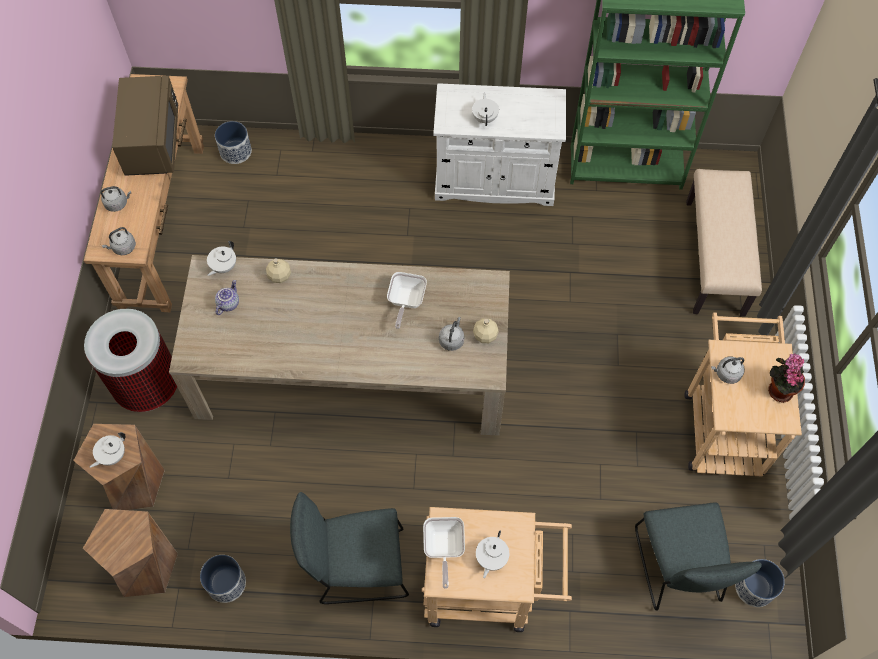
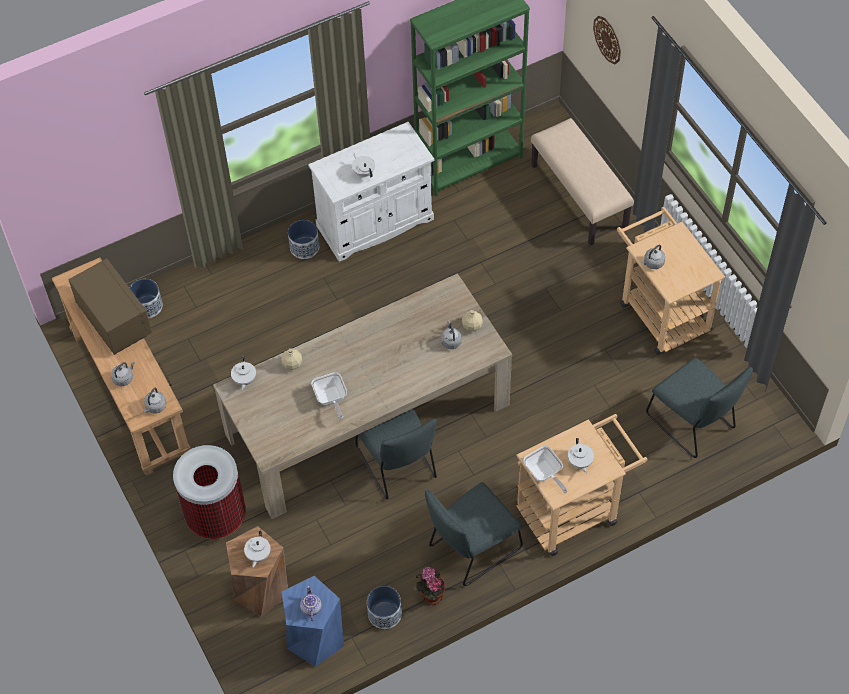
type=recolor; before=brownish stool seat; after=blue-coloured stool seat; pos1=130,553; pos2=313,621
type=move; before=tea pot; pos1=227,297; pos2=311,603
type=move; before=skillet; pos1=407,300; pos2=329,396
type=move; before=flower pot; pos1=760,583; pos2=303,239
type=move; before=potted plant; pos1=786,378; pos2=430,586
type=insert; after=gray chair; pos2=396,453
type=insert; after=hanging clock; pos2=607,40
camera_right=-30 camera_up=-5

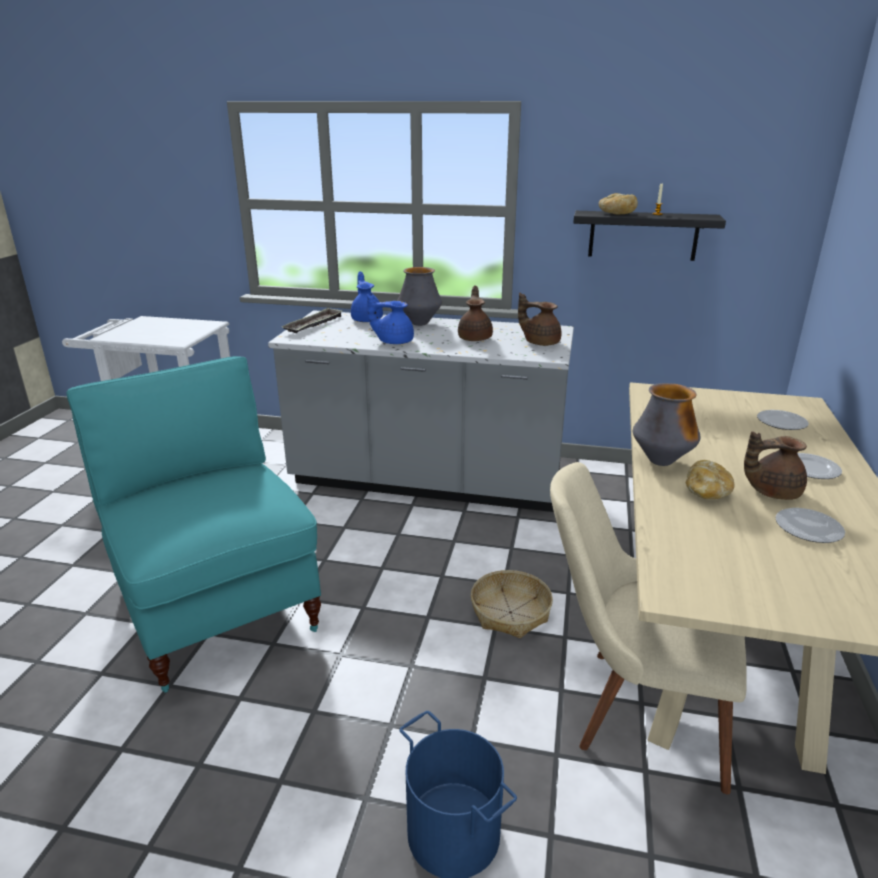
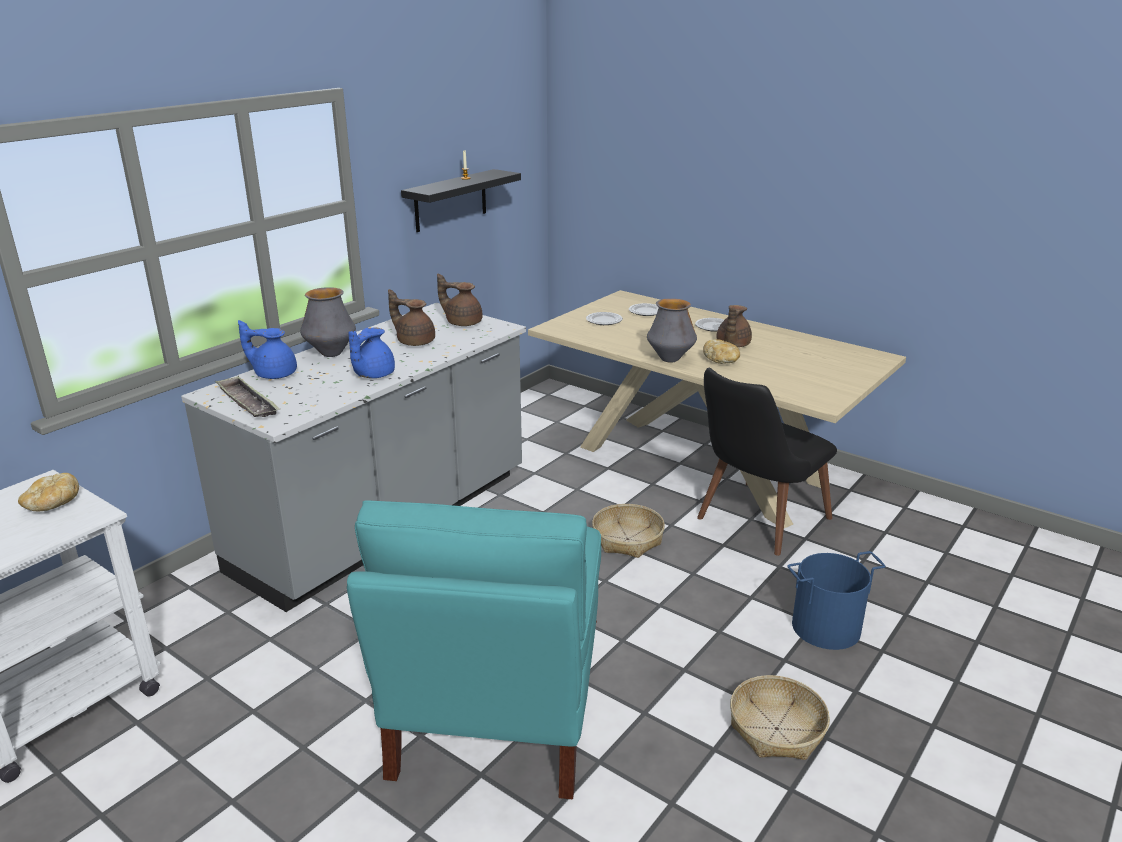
type=rotate; before=blue-green chair; pos1=194,524; pos2=474,649; turn=-75
type=rotate; before=brownish tea pot; pos1=540,319; pos2=460,299; turn=60
type=recolor; before=beige-coloured chair; after=blackish chair; pos1=648,628; pos2=767,462
type=move; before=baked bread; pos1=618,204; pos2=48,492
type=move; before=flat dish; pos1=810,525; pos2=604,318
type=insert; after=basket; pos2=780,717
camera_right=-65 camera_up=0

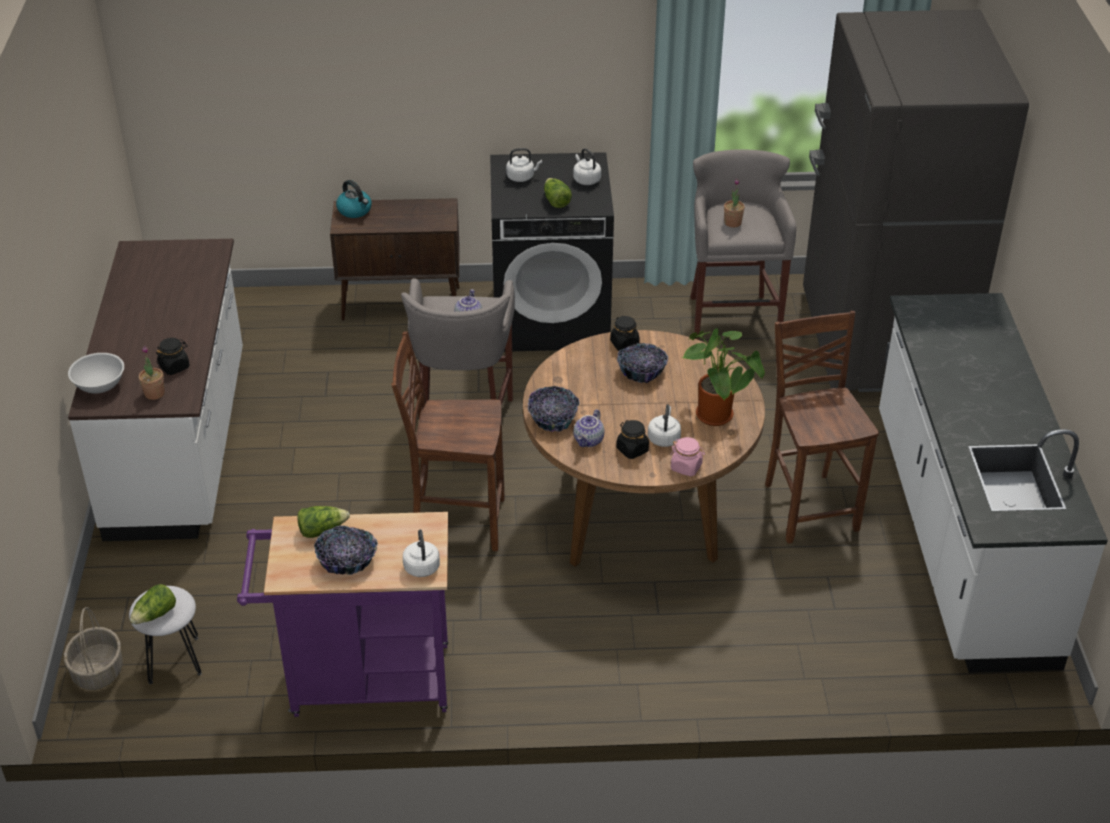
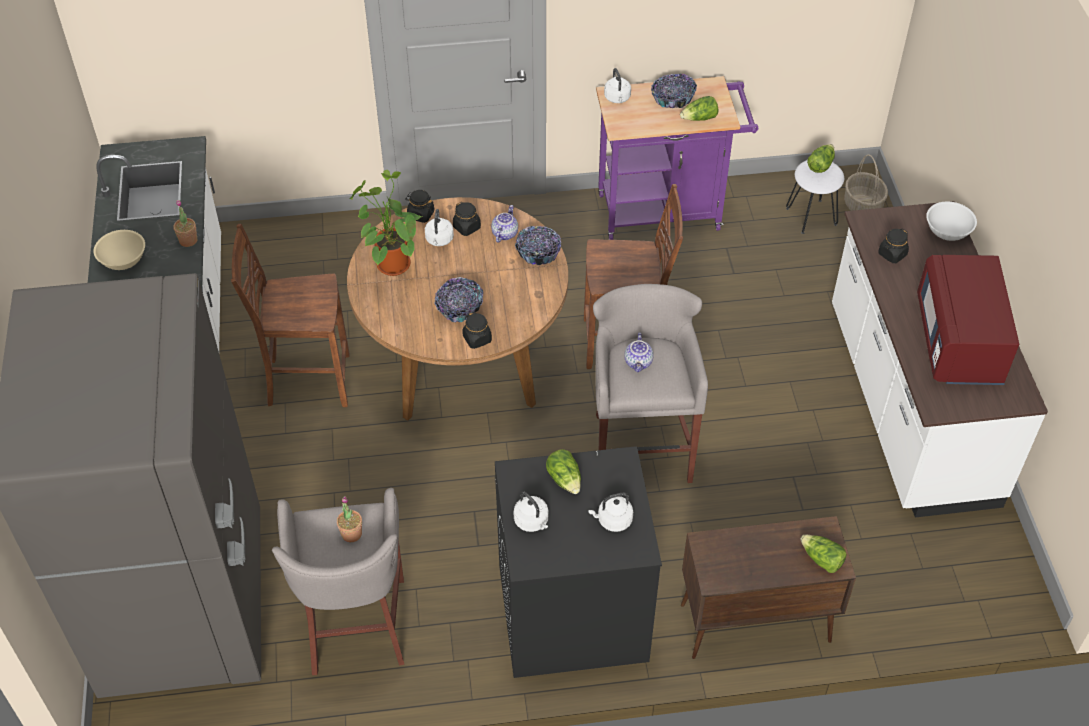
type=move; before=potted plant; pos1=152,373; pos2=185,223
type=replace; before=tea kettle; after=lettuce head; pos1=354,199; pos2=823,554
type=recolor; before=pink storage jar; after=blackish storage jar; pos1=687,456; pos2=420,206
type=rotate; before=brownish chair; pos1=822,427; pos2=290,315; turn=105
type=insert; after=beige-coloured bowl; pos2=119,250
type=insert; after=red microwave; pos2=968,320
camera_right=175 camera_up=10

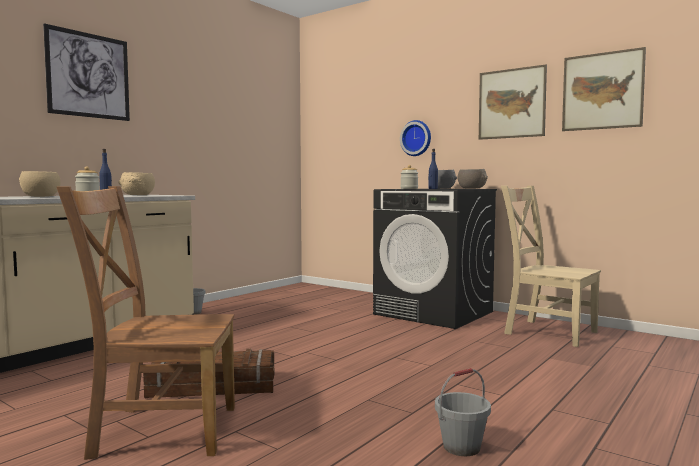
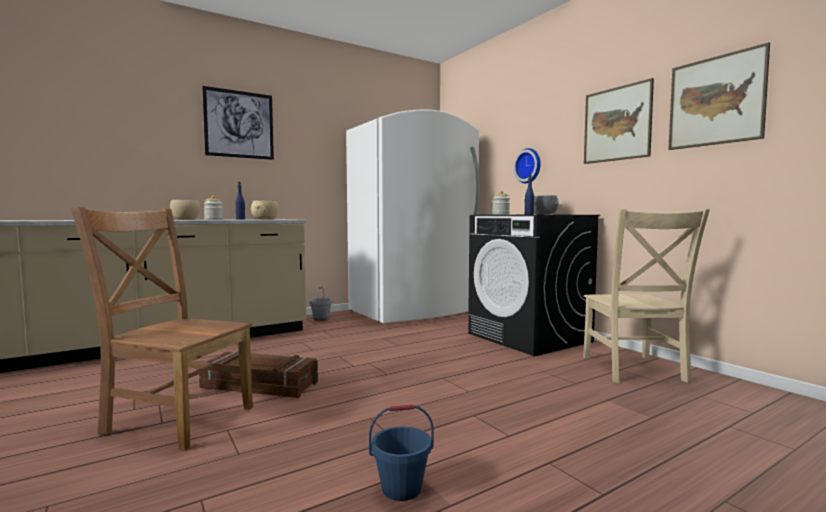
type=recolor; before=gray bucket; after=blue-coloured bucket; pos1=463,412; pos2=401,452
type=delete; before=gray bowl; pos1=473,179
type=rotate; before=beige-coloured chair; pos1=551,266; pos2=646,296; turn=-150
type=insert; after=white refrigerator; pos2=413,216
camera_right=20 camera_up=0

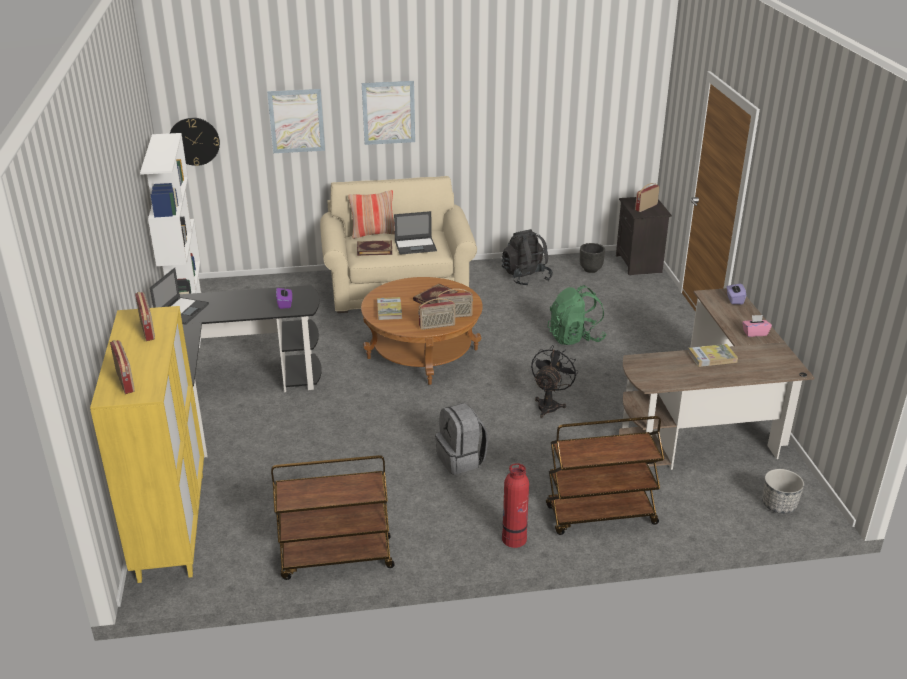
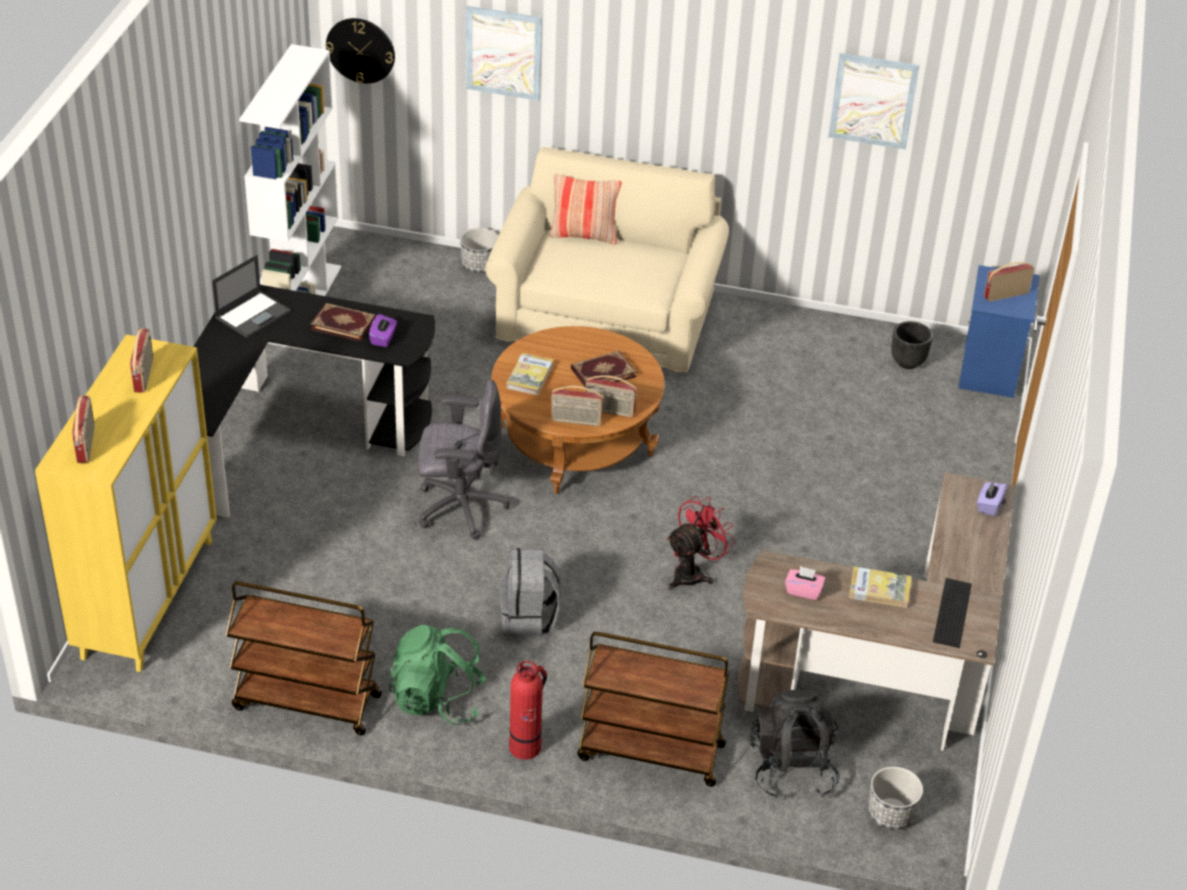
type=move; before=book; pos1=374,248; pos2=343,322
type=move; before=wall picture; pos1=388,113; pos2=874,101
type=delete; before=notebook computer; pos1=415,233
type=move; before=blackish knapsack; pos1=527,257; pos2=795,744
type=recolor; before=blackish cooling fan; after=red cooling fan; pos1=555,381; pos2=701,543
type=move; before=green-coloured knapsack; pos1=576,315; pos2=438,675
type=recolor; before=blackish nightstand; after=blue-coloured nightstand; pos1=644,236; pos2=999,331
type=move; before=pink tissue box; pos1=757,326; pos2=805,583
type=insert; after=gray office chair; pos2=464,459
type=insert; after=flower pot; pos2=479,250
type=insert; after=computer keyboard; pos2=952,613
camera_right=20 camera_up=10

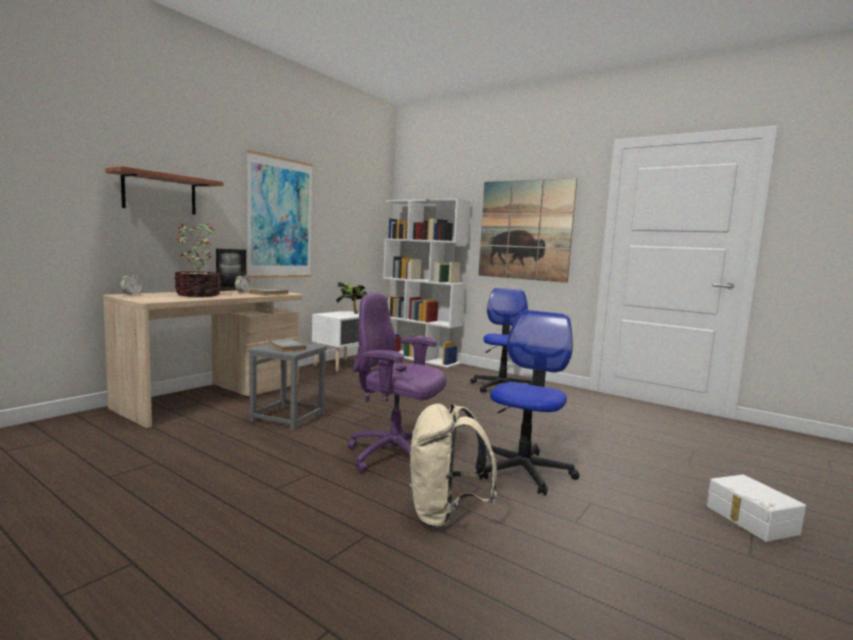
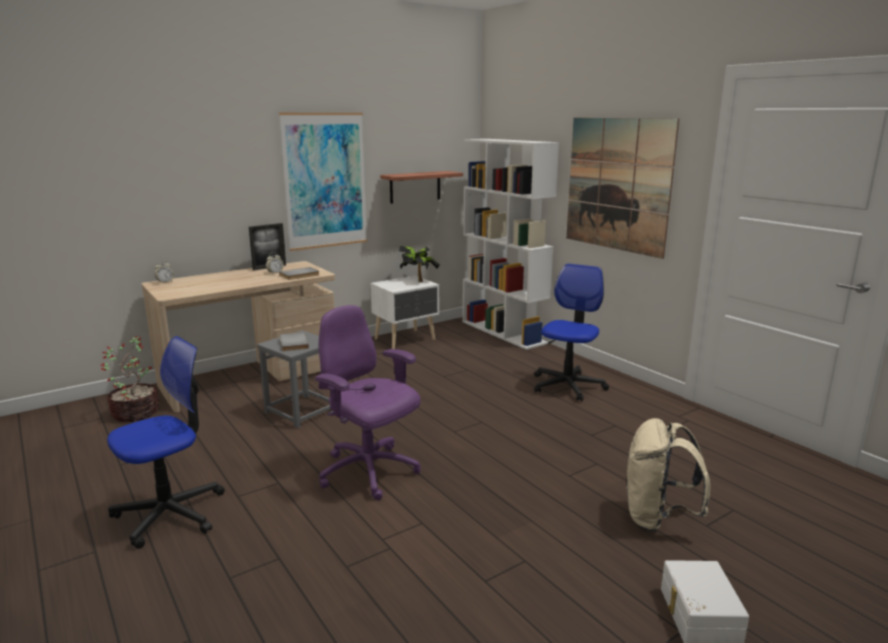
type=move; before=wall shelf; pos1=164,190; pos2=421,187
type=move; before=potted plant; pos1=198,260; pos2=129,379
type=move; before=beige-coloured knapsack; pos1=453,466; pos2=668,475
type=move; before=office chair; pos1=529,403; pos2=166,442
camera_right=20 camera_up=10

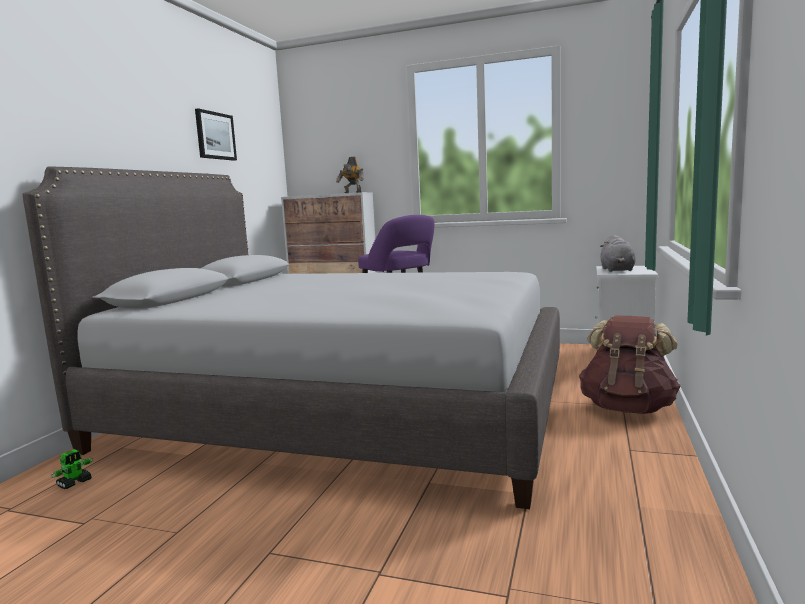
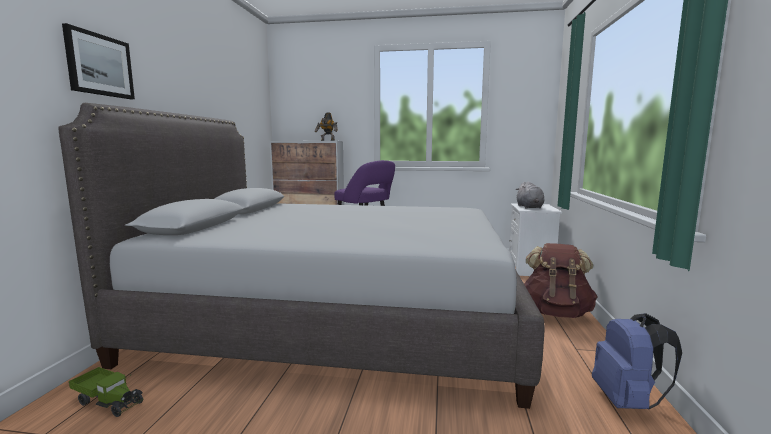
type=replace; before=toy robot; after=toy truck; pos1=72,469; pos2=106,392
type=move; before=wall picture; pos1=216,134; pos2=98,61
type=insert; after=blue-coloured knapsack; pos2=637,361
camera_right=-10 camera_up=0

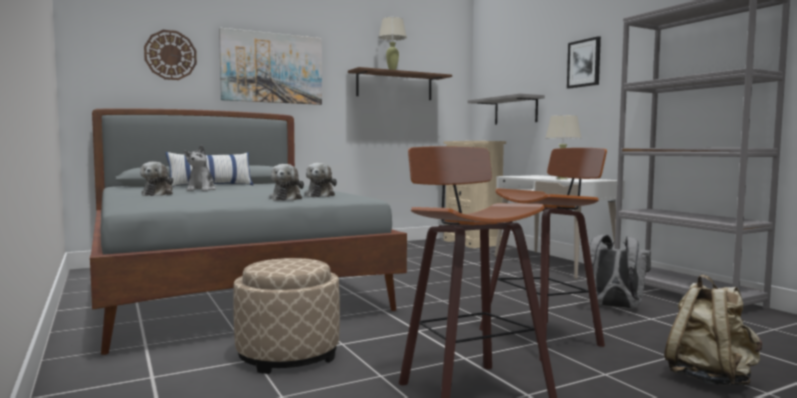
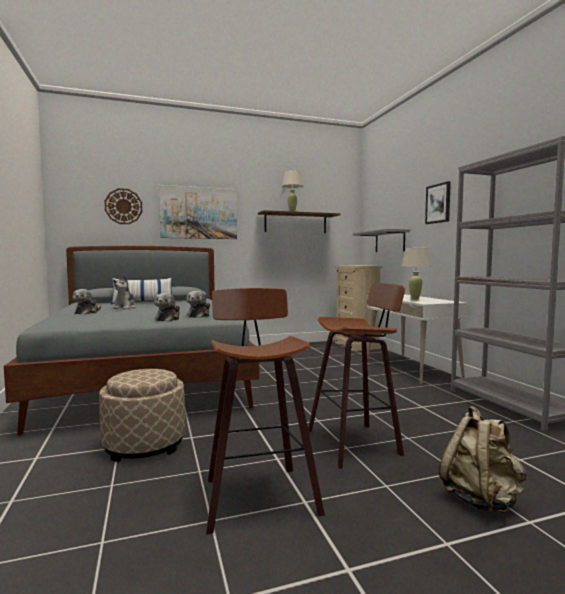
type=delete; before=gray knapsack; pos1=620,272
camera_right=10 camera_up=0

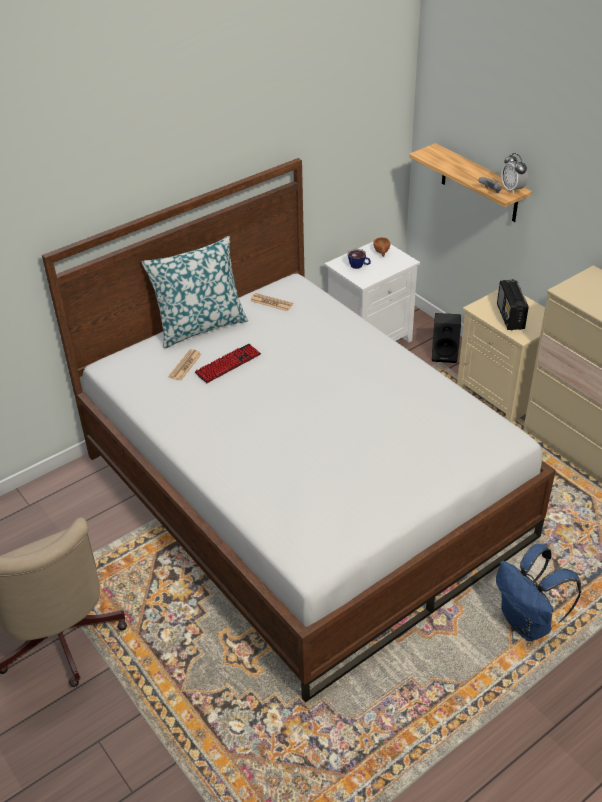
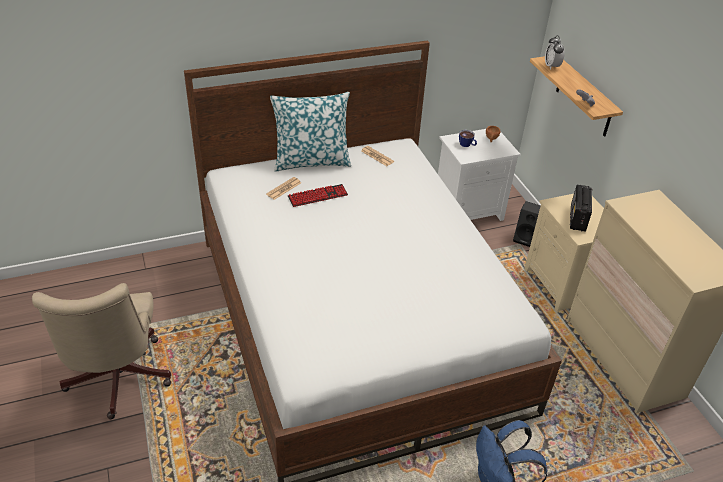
type=move; before=alarm clock; pos1=514,173; pos2=555,52
camera_right=15 camera_up=0

